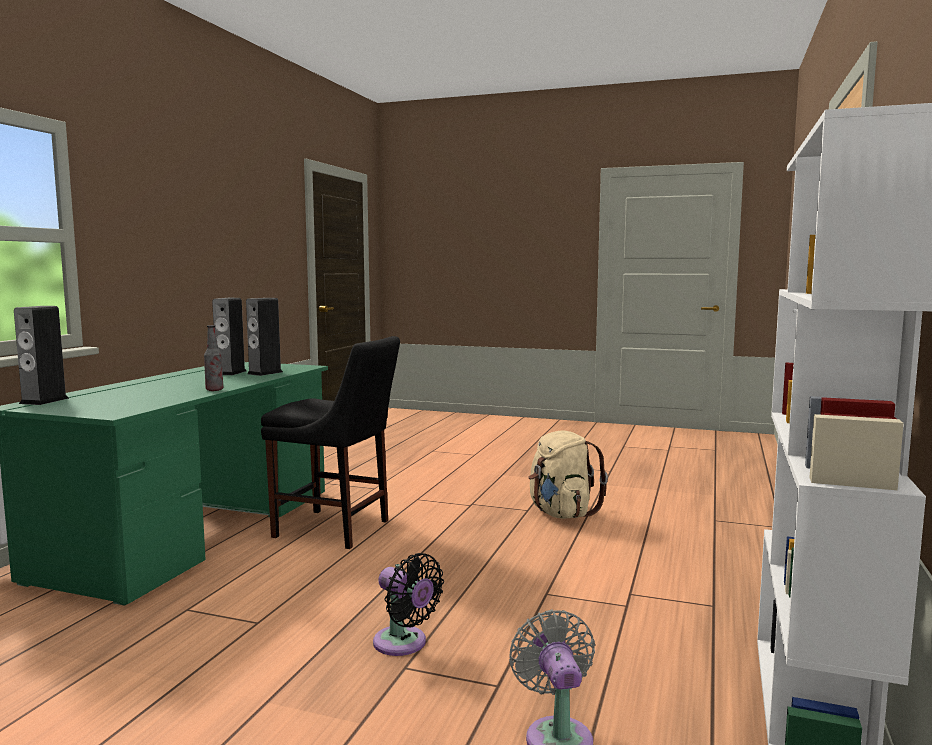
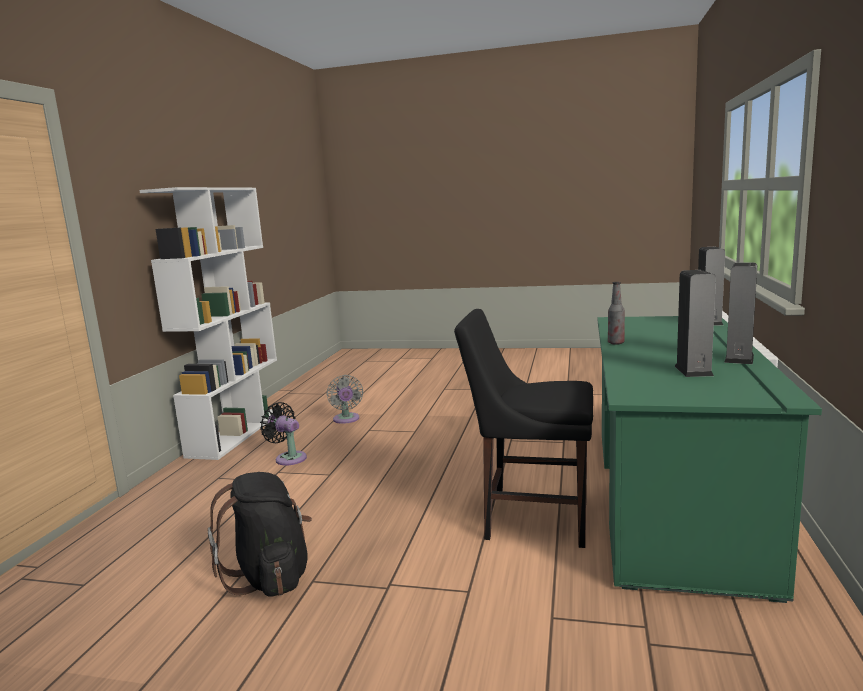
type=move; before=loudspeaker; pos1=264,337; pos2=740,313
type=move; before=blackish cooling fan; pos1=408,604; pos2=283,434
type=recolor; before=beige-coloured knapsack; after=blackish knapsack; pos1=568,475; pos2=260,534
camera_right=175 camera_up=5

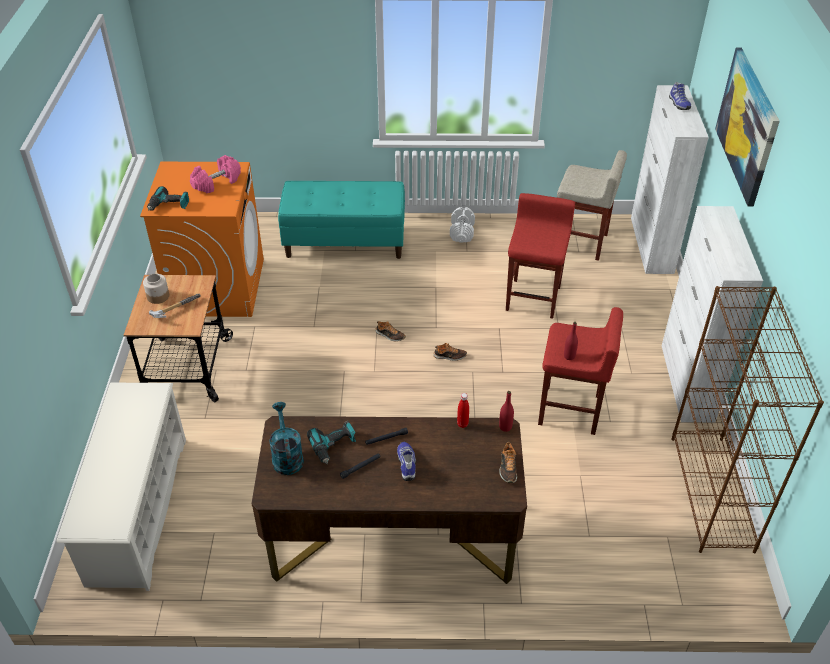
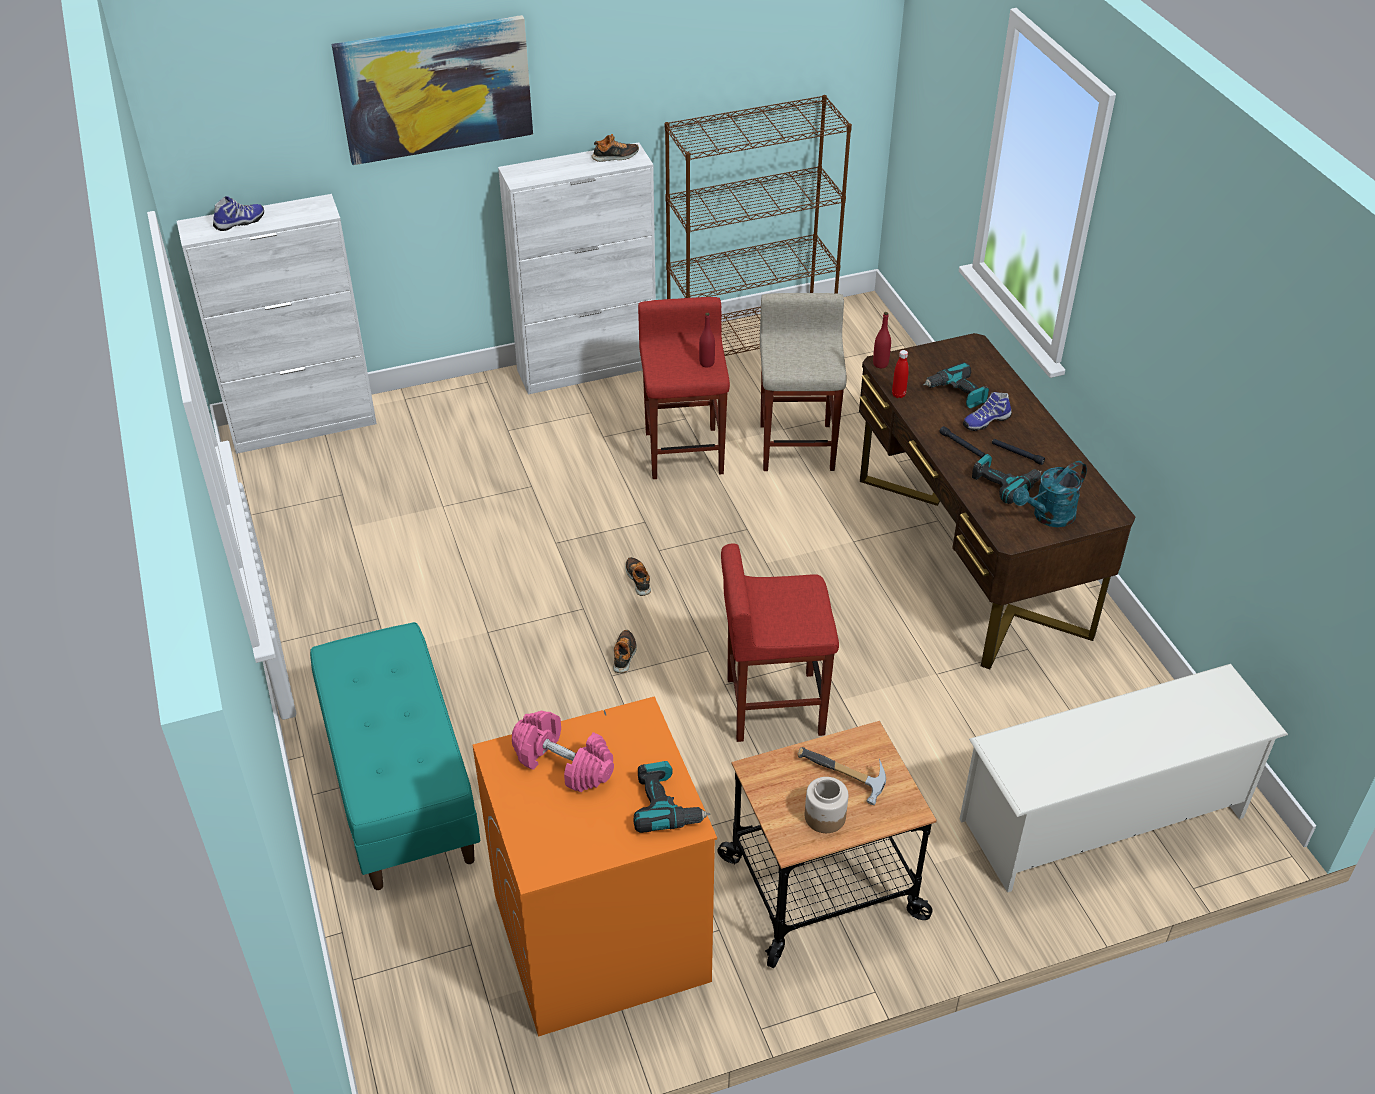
type=delete; before=white dumbbell; pos1=462,225
type=move; before=low shoe; pos1=508,462; pos2=615,148
type=move; before=red stool seat; pos1=540,256; pos2=780,642
type=move; before=beige-coloured stool seat; pos1=592,205; pos2=803,382
type=insert; after=drill; pos2=956,385
camera_right=-110 camera_up=0

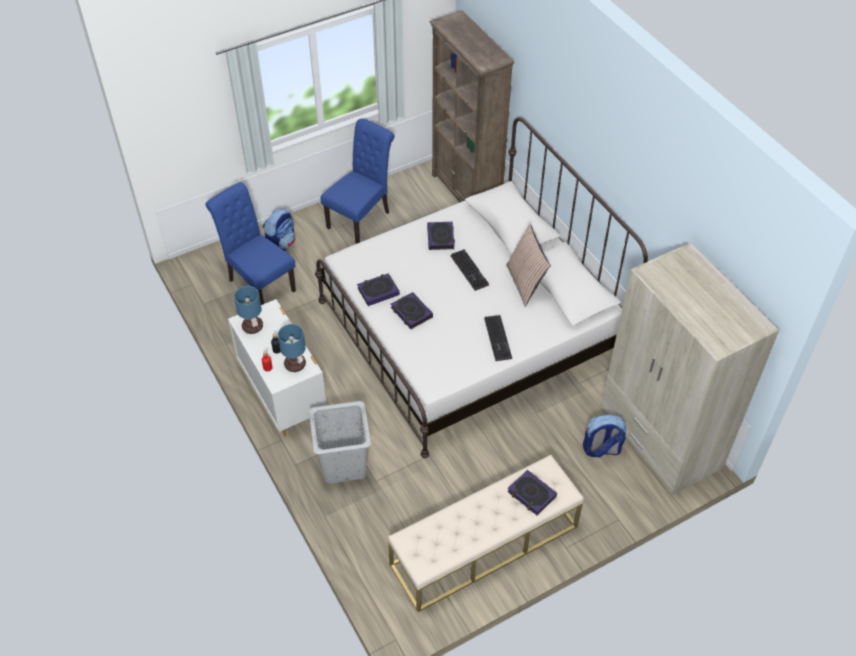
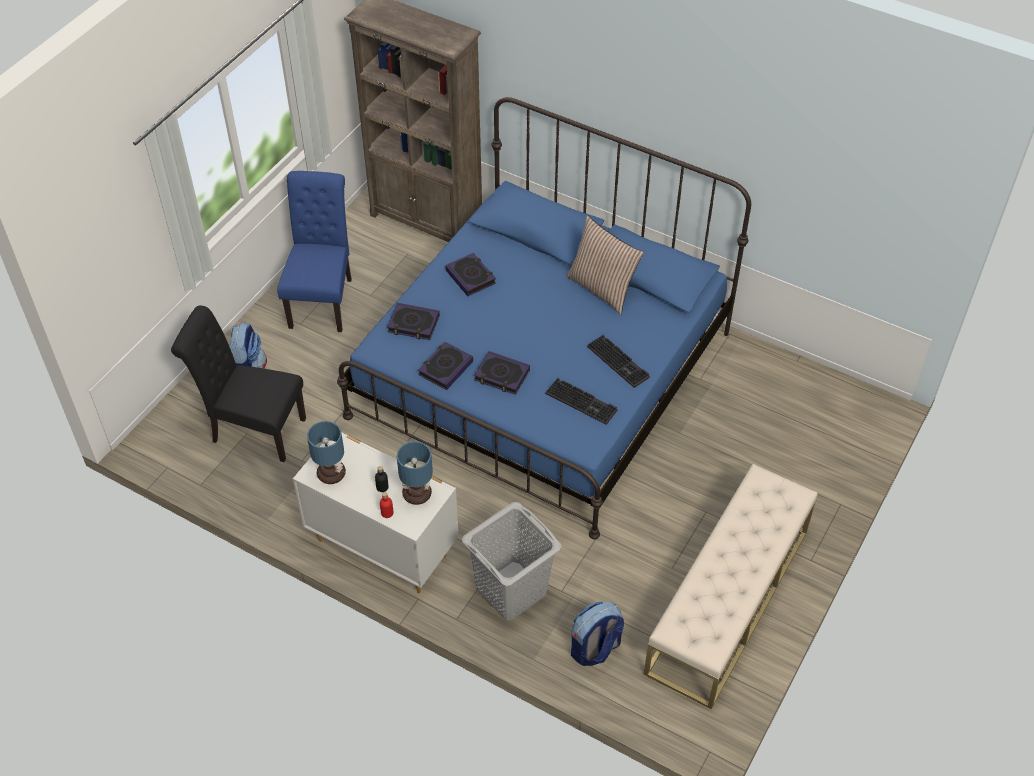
type=recolor; before=blue-coloured chair; after=blackish chair; pos1=251,243; pos2=238,383
type=recolor; before=white sleeping bed; after=blue-coloured sleeping bed; pos1=481,287; pos2=544,318
type=move; before=computer keyboard; pos1=470,270; pos2=581,401
type=move; before=book; pos1=532,492; pos2=413,321
type=move; before=knapsack; pos1=604,436; pos2=597,633
type=delete; before=beige-coloured clothes cupboard; pos1=690,368
camera_right=-30 camera_up=0

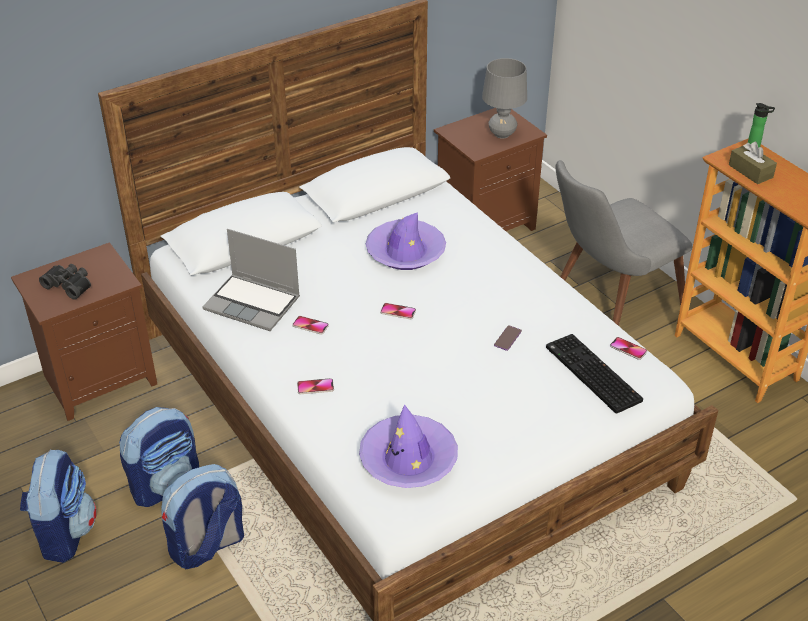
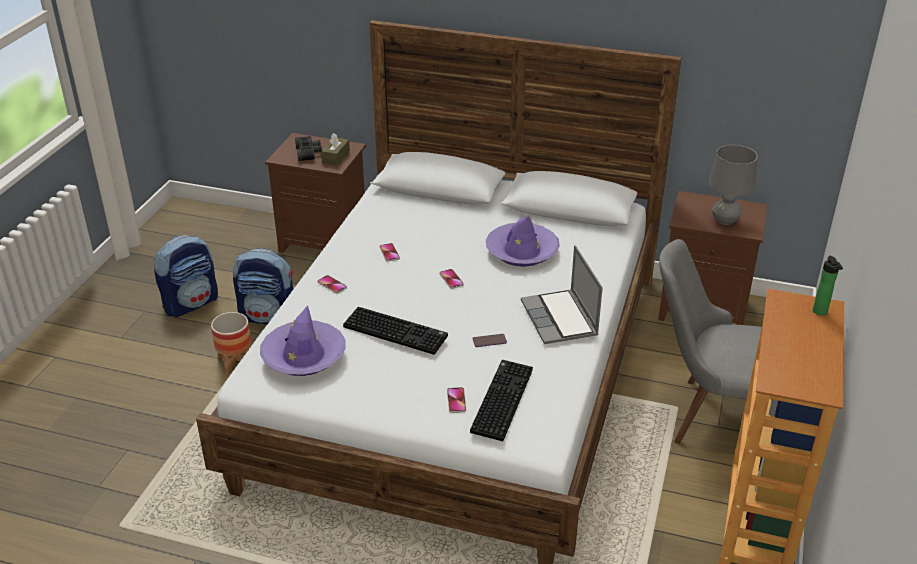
type=replace; before=knapsack; after=flower pot; pos1=202,517; pos2=231,343
type=move; before=notebook computer; pos1=251,280; pos2=562,294
type=move; before=telephone; pos1=628,348; pos2=456,400
type=move; before=brownish tissue box; pos1=753,163; pos2=335,149
type=insert; after=computer keyboard; pos2=395,331
camera_right=50 camera_up=-5

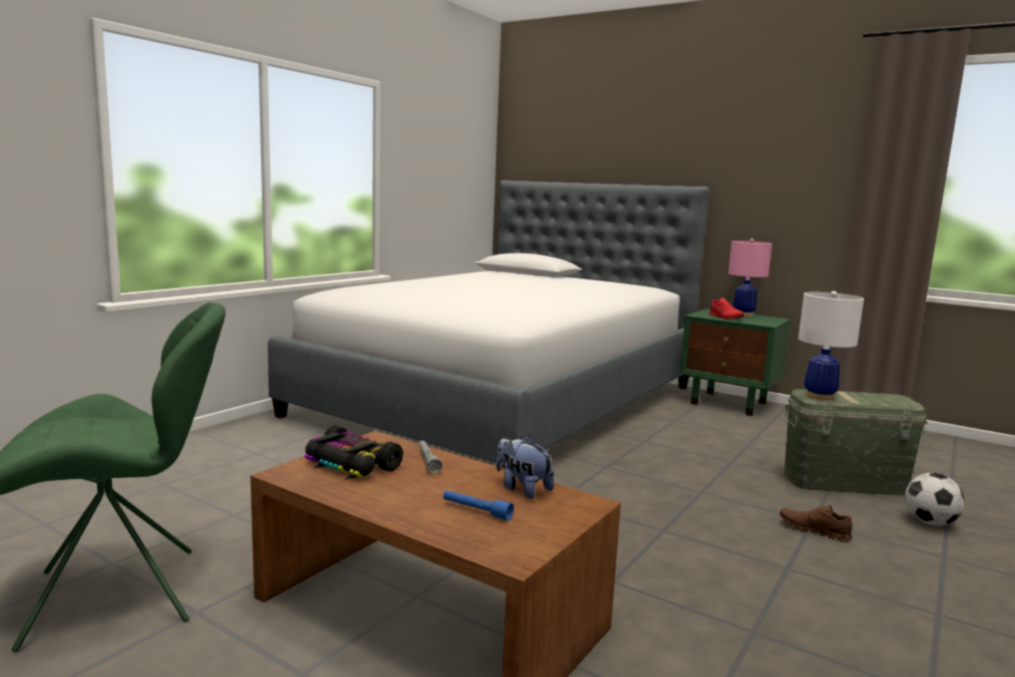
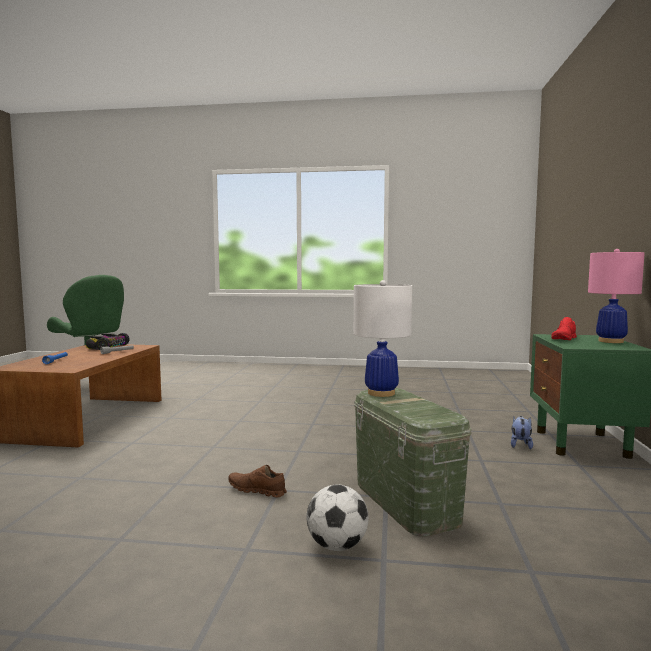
type=delete; before=sleeping bed; pos1=488,324
type=move; before=cuddly toy; pos1=525,467; pos2=522,432
type=rotate; before=brownish low shoe; pos1=816,523; pos2=257,481; turn=-75
camera_right=65 camera_up=-5

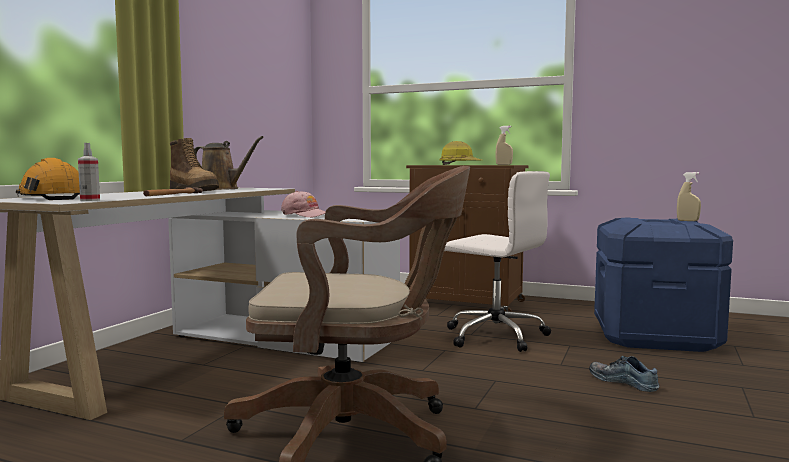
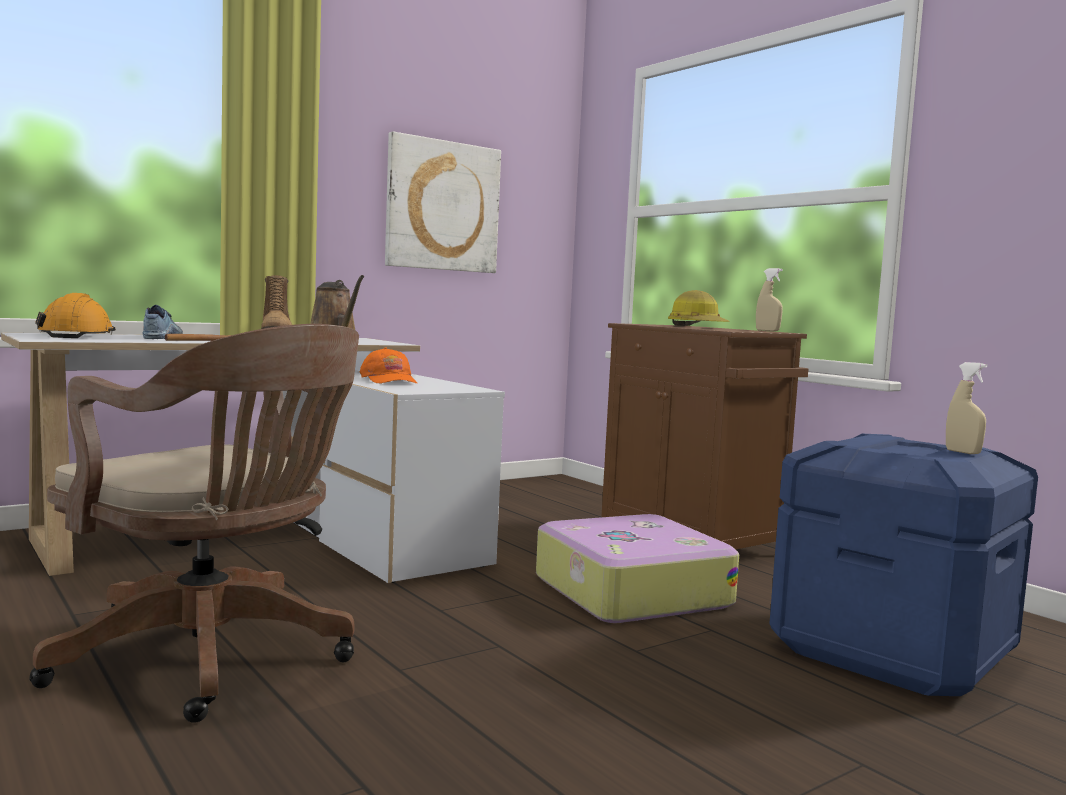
type=delete; before=spray bottle; pos1=89,172
type=recolor; before=pink peaked cap; after=orange peaked cap; pos1=303,204; pos2=388,365
type=replace; before=white office chair; after=suitcase; pos1=497,261; pos2=637,568
type=move; before=low shoe; pos1=624,374; pos2=162,322
type=insert; after=wall picture; pos2=443,202
camera_right=30 camera_up=0

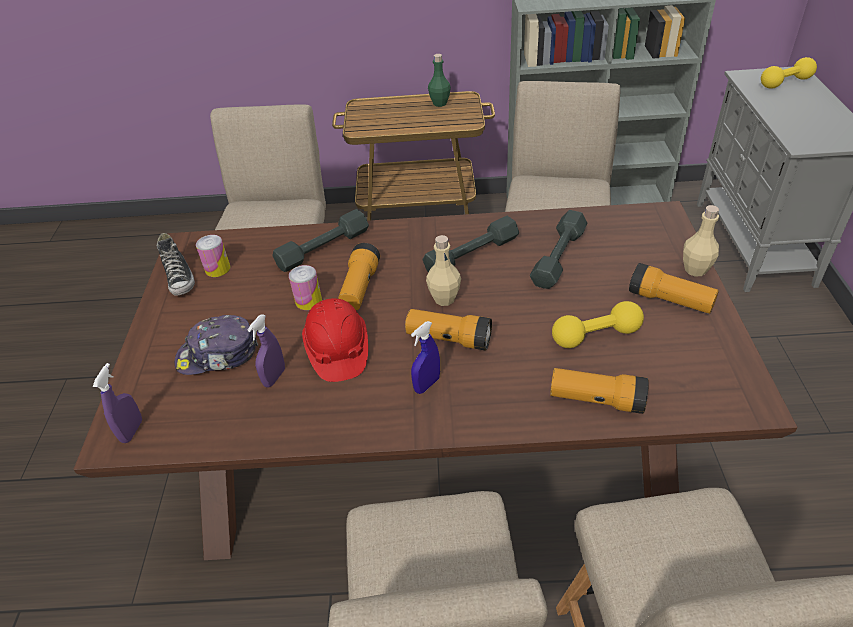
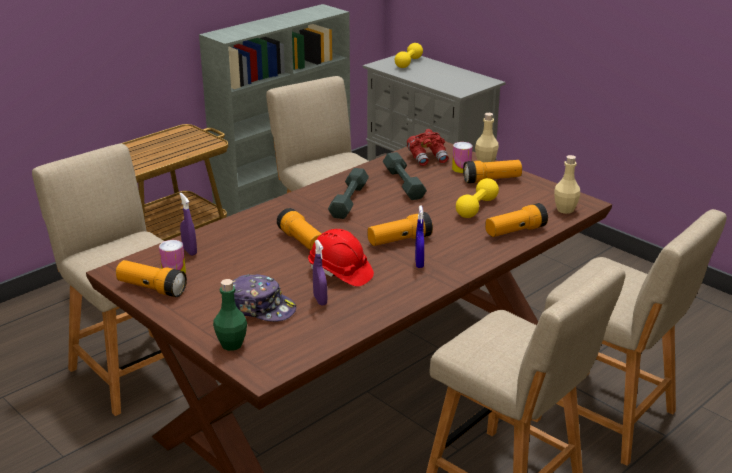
type=move; before=purplish spray bottle; pos1=117,403; pos2=188,224
type=replace; before=low shoe; after=torch; pos1=176,264; pos2=151,278
type=rotate; before=peaked cap; pos1=216,345; pos2=264,298; turn=-105
type=delete; before=gray dumbbell; pos1=321,240
type=move; before=metal can; pos1=305,287; pos2=462,157
type=move; before=beige-coloured bottle; pos1=443,270; pos2=567,184
type=move; before=green-coloured bottle; pos1=439,80; pos2=230,315
type=insert; after=red binoculars; pos2=428,147
camera_right=-45 camera_up=-15

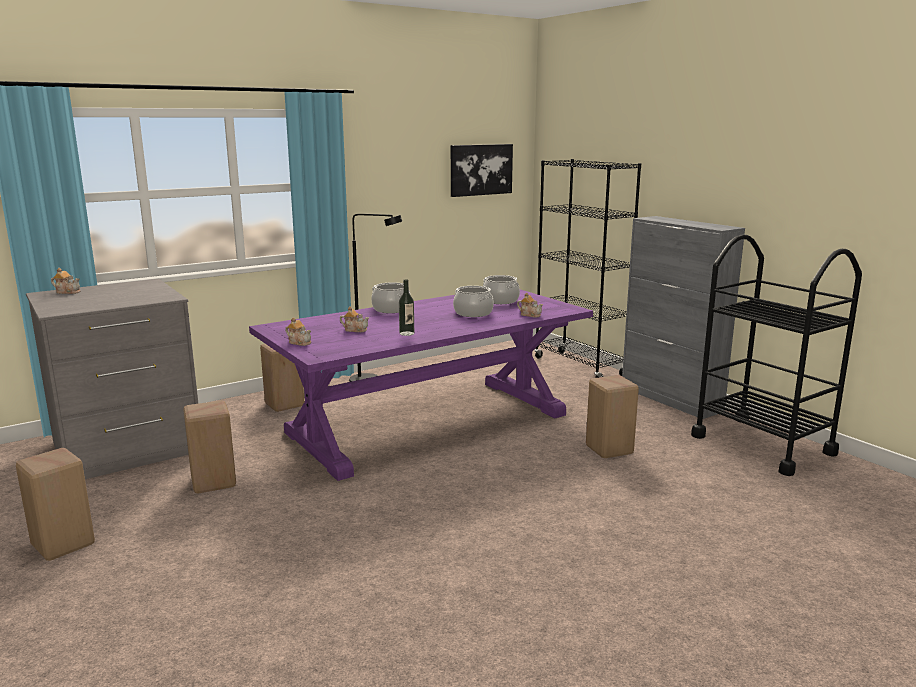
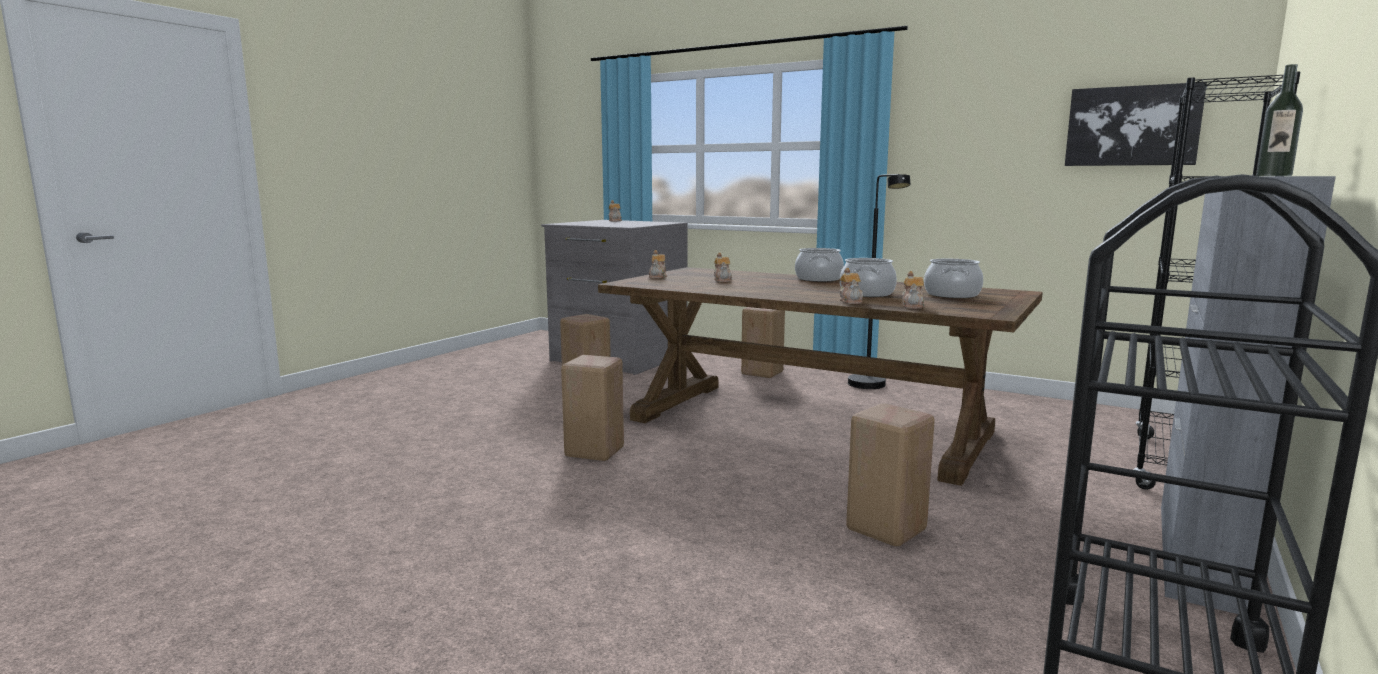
type=move; before=beige-coloured stool seat; pos1=55,504; pos2=592,408
type=recolor; before=purplish dining table; after=brownish dining table; pos1=421,385; pos2=820,376
type=move; before=bottle; pos1=406,307; pos2=1279,120
type=insert; after=tea pot; pos2=852,286
camera_right=65 camera_up=-5

